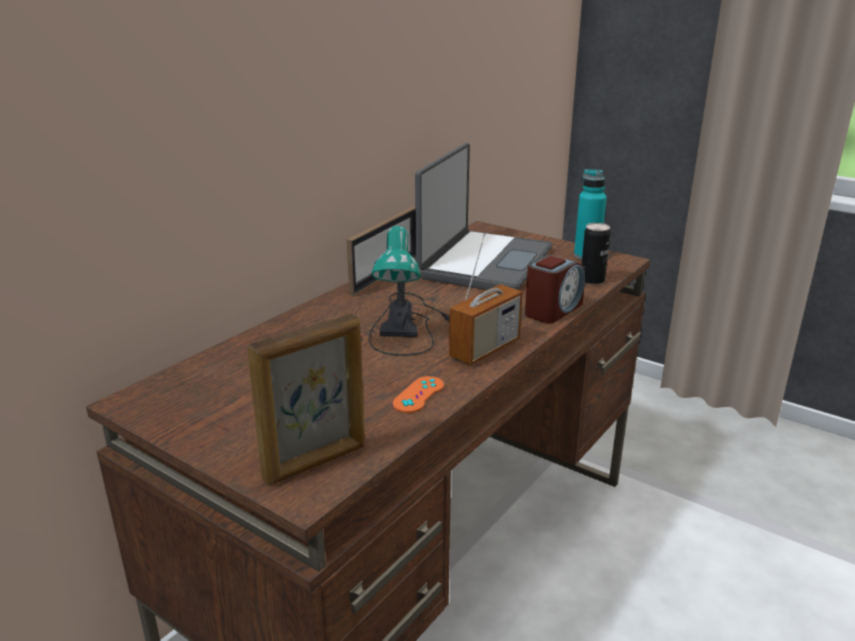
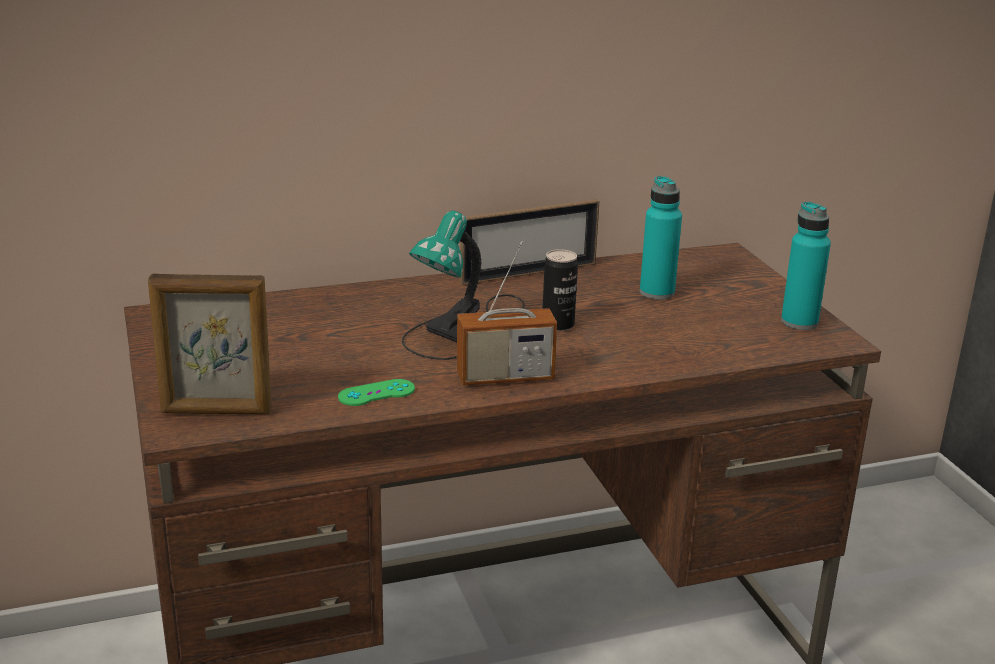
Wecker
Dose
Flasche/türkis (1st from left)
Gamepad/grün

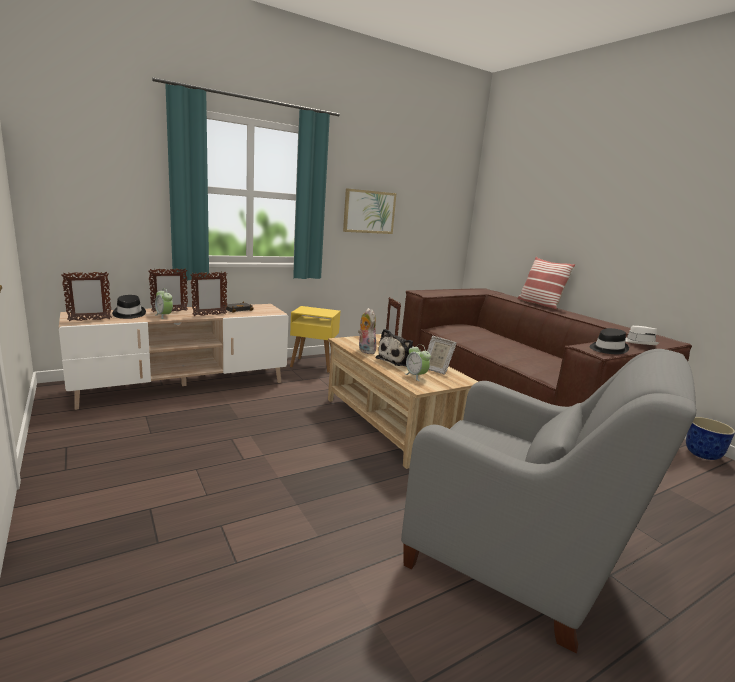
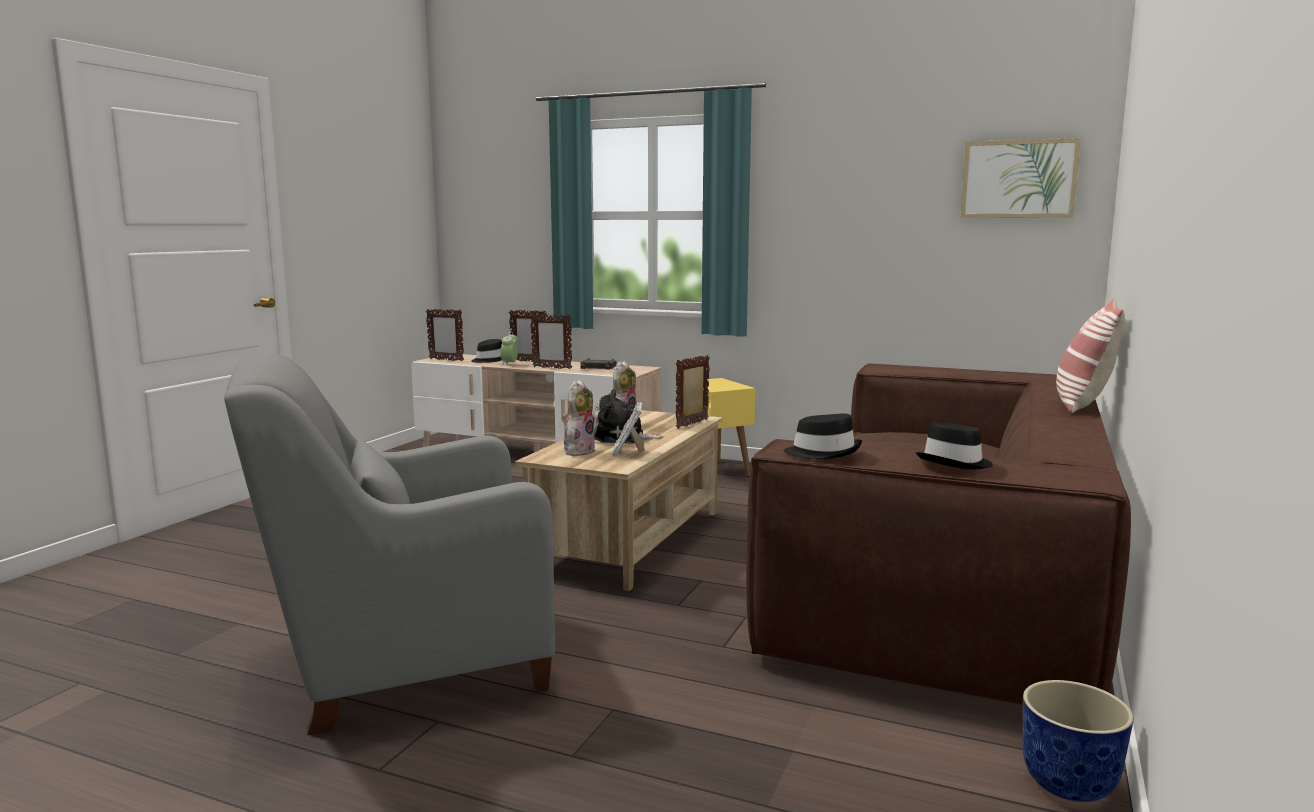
Bild
Plüschtier (1st from left)
Hut/schwarz (3rd from left)
Sessel/grau

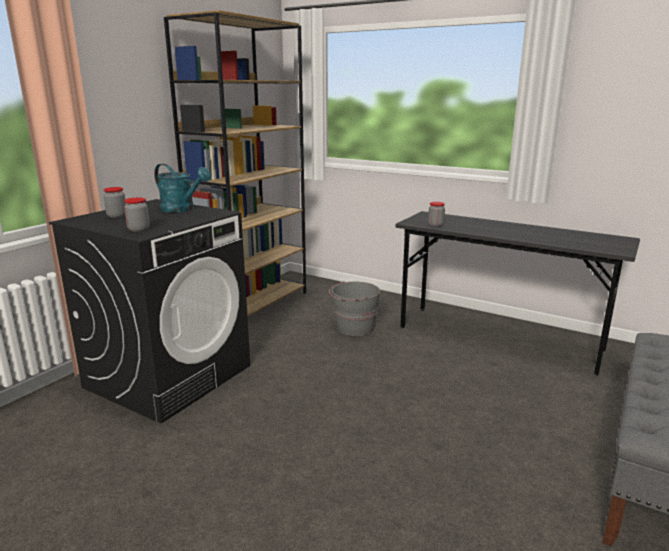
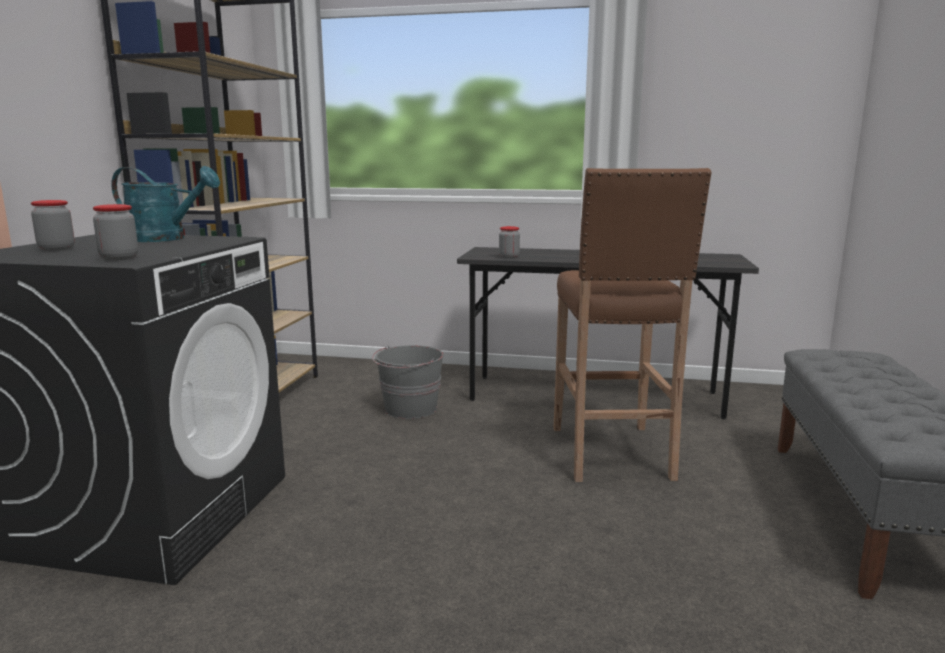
Hocker/braun

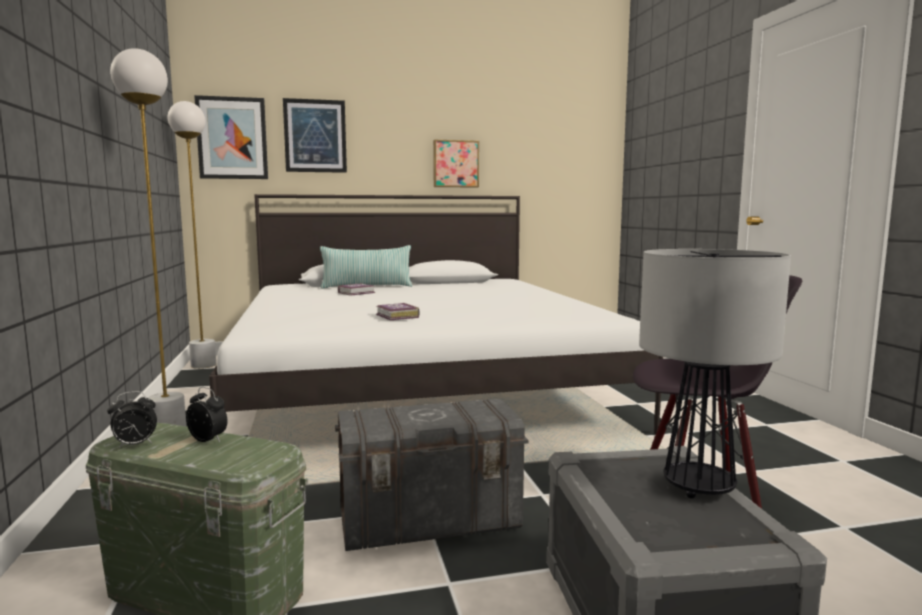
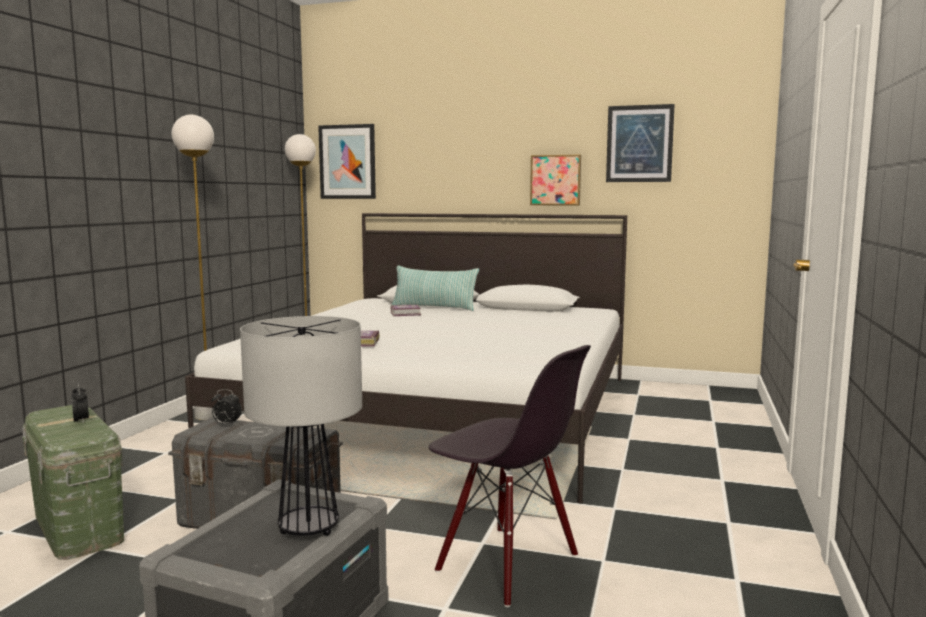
Wecker (2nd from left)
Bild (3rd from left)

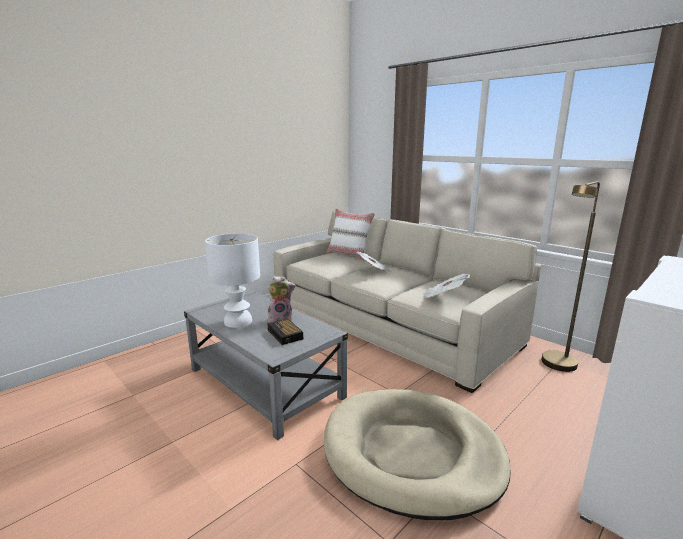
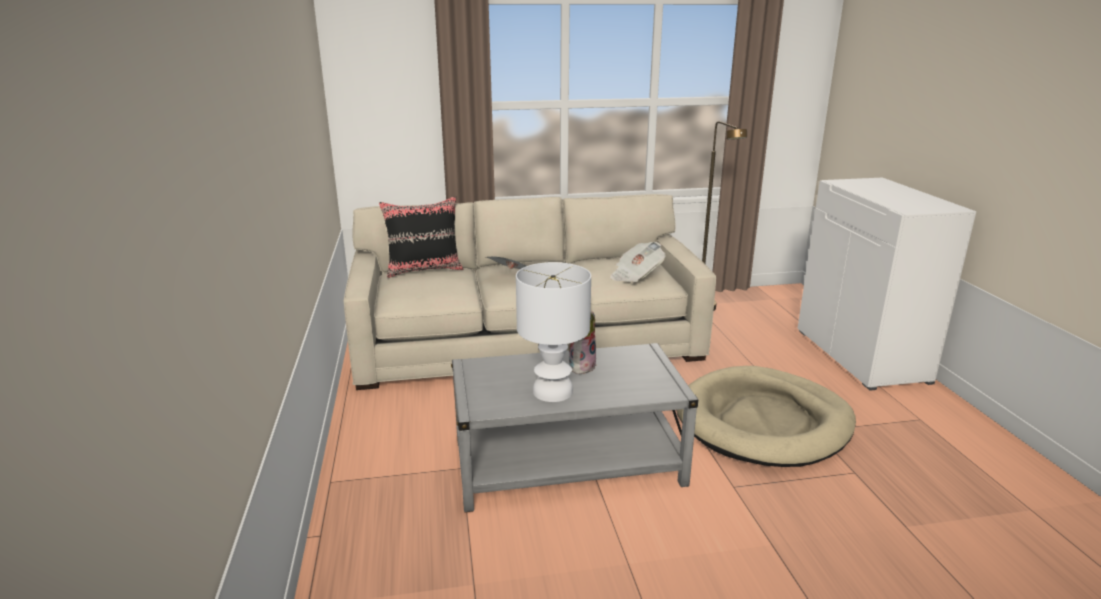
Wecker
Kissen/schwarz

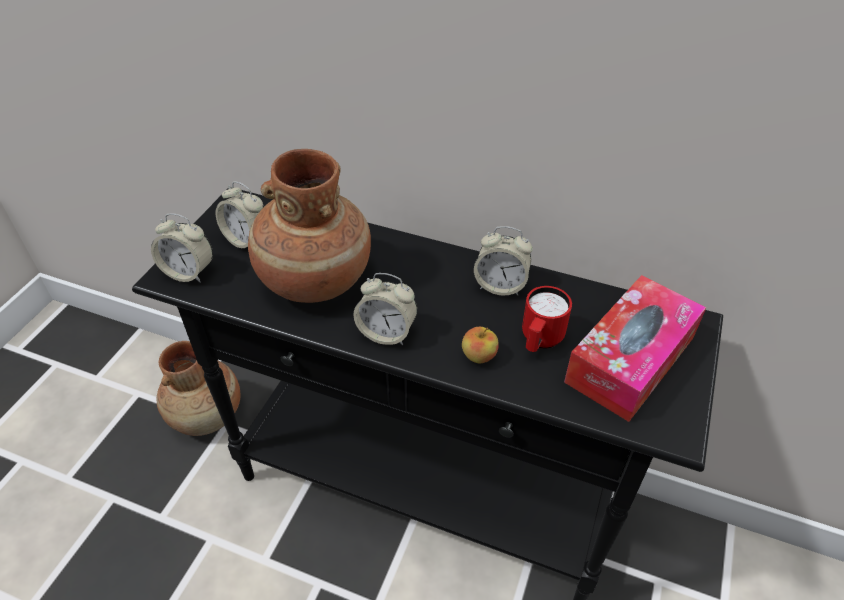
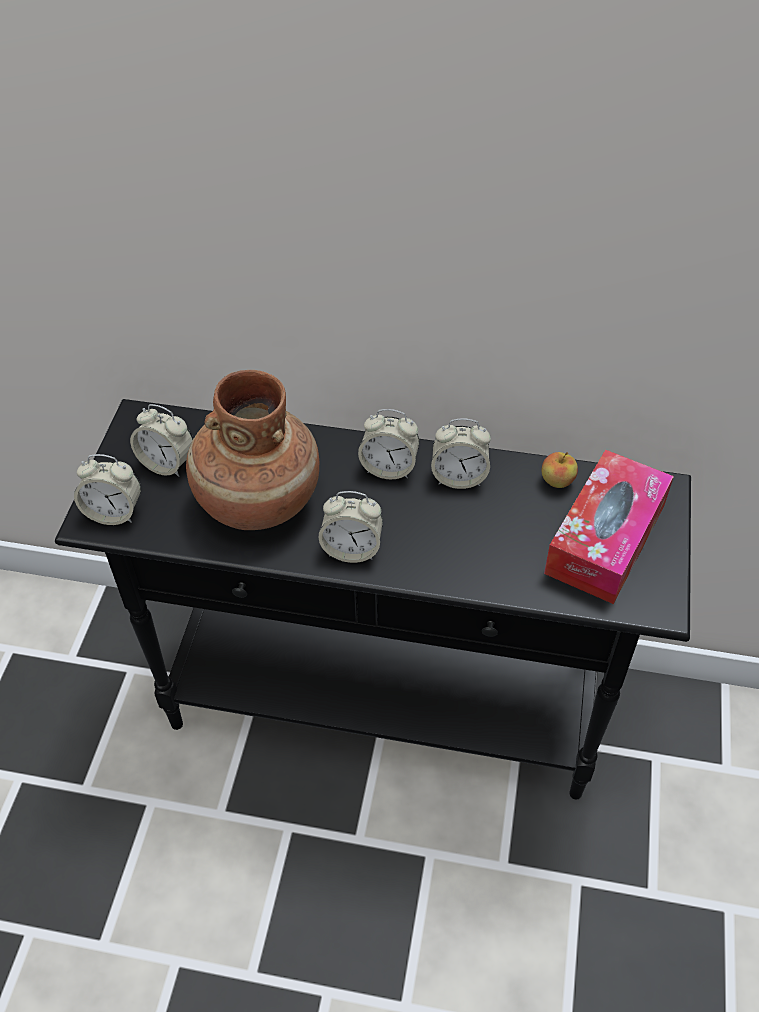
Vase/braun (1st from left in the first image)
Henkelbecher/rot
Wecker (4th from left)
Apfel

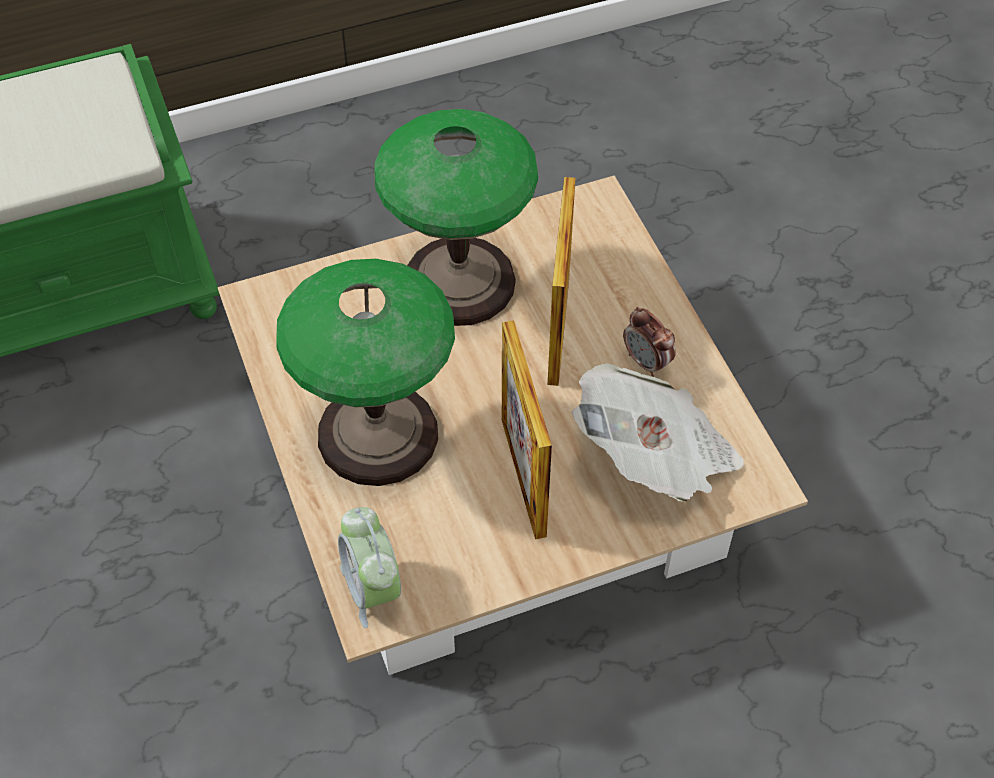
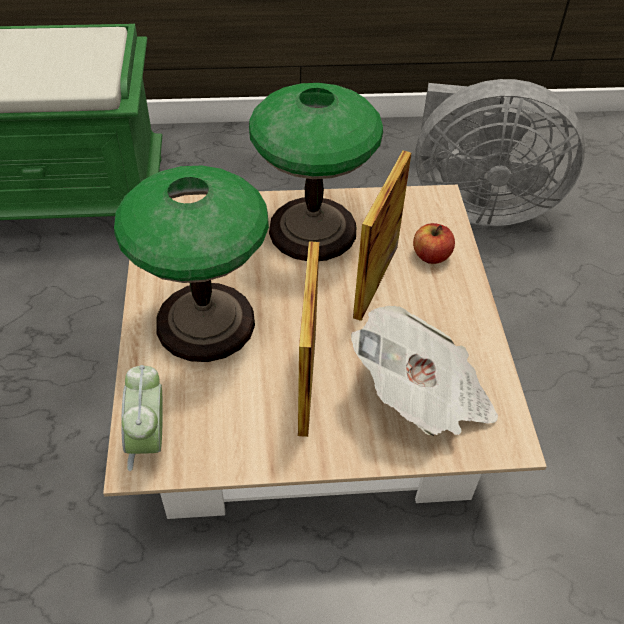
Wecker (2nd from left in the first image)
Apfel
Ventilator/grau

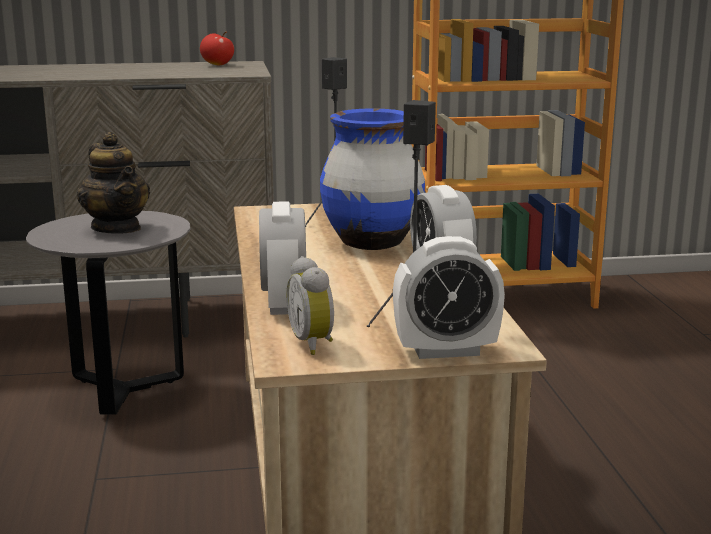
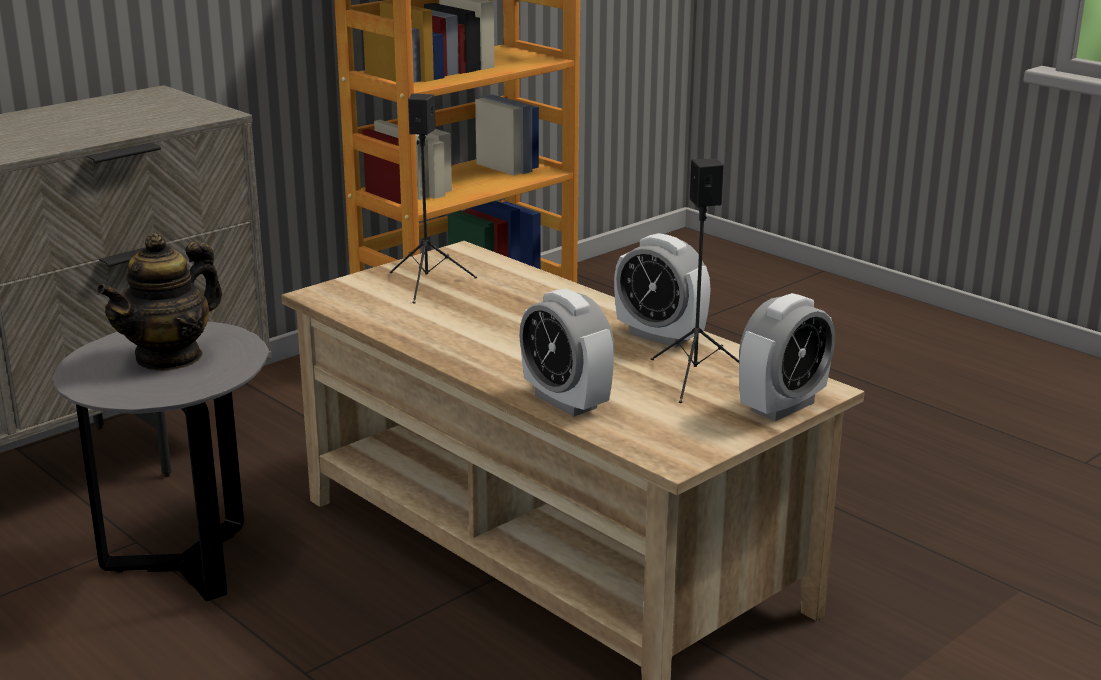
Apfel
Wecker (2nd from left in the first image)
Vase/blau
Teekanne

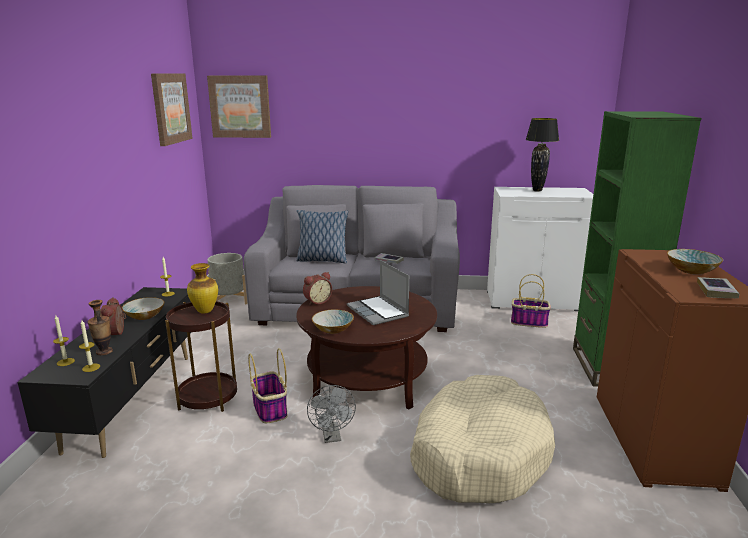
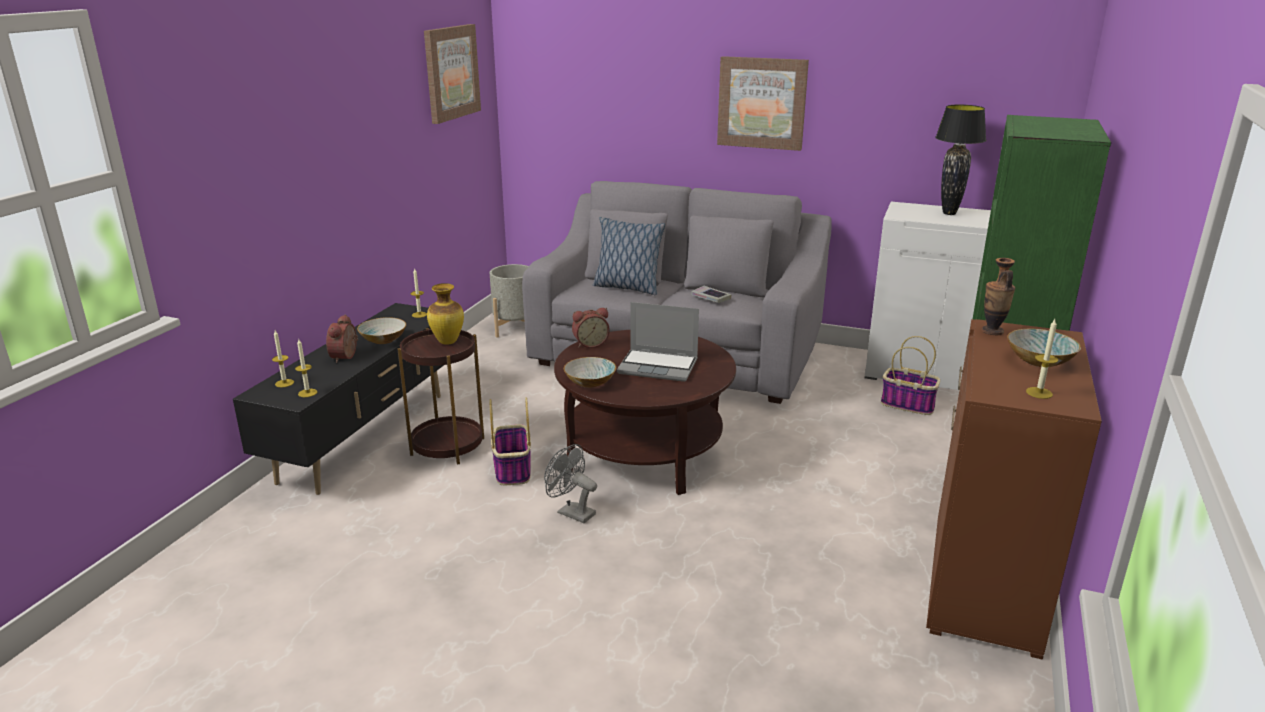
Hundebett/beige
Vase (2nd from left)
Bild (2nd from left)
Kerze (4th from left)
Ventilator/grau
Laptop

